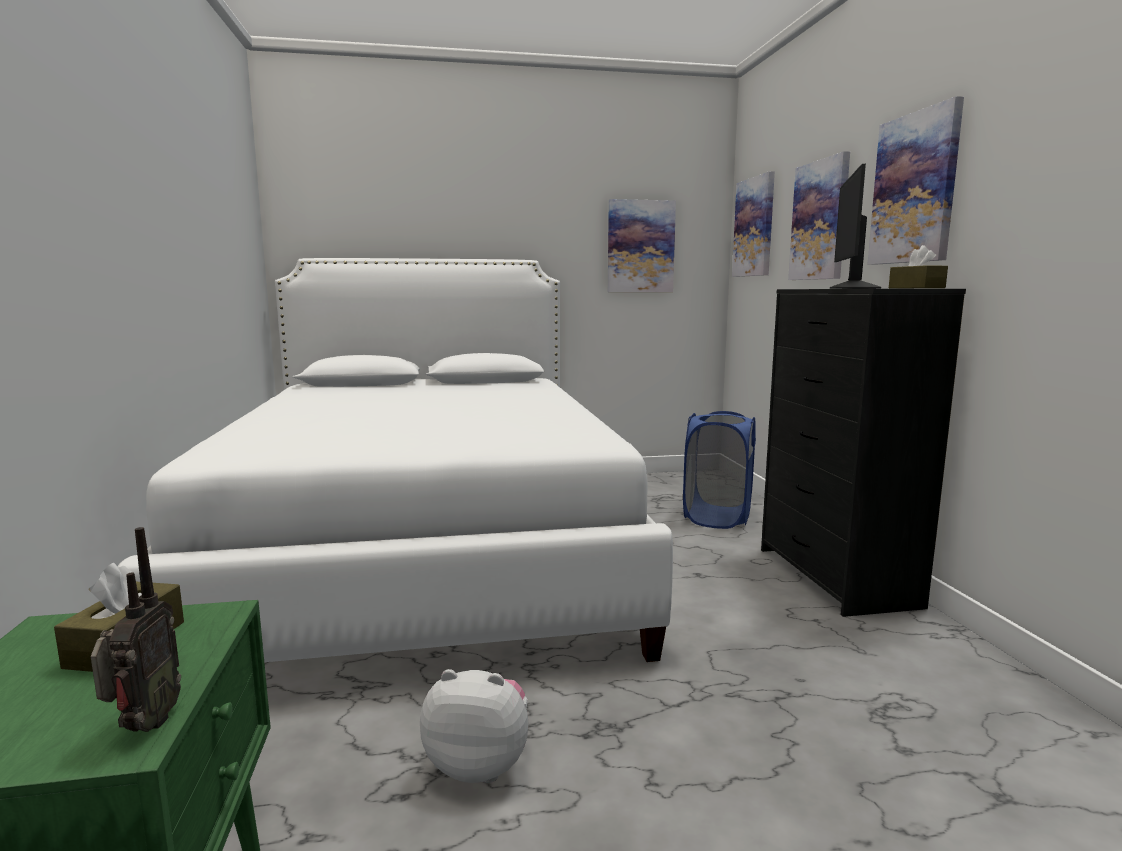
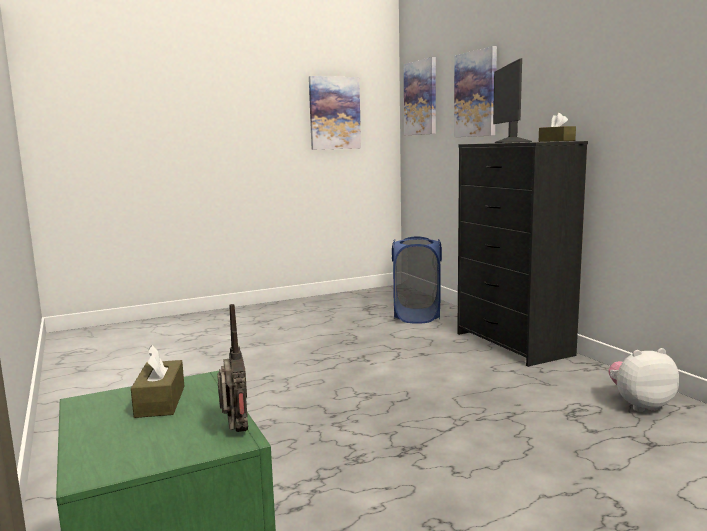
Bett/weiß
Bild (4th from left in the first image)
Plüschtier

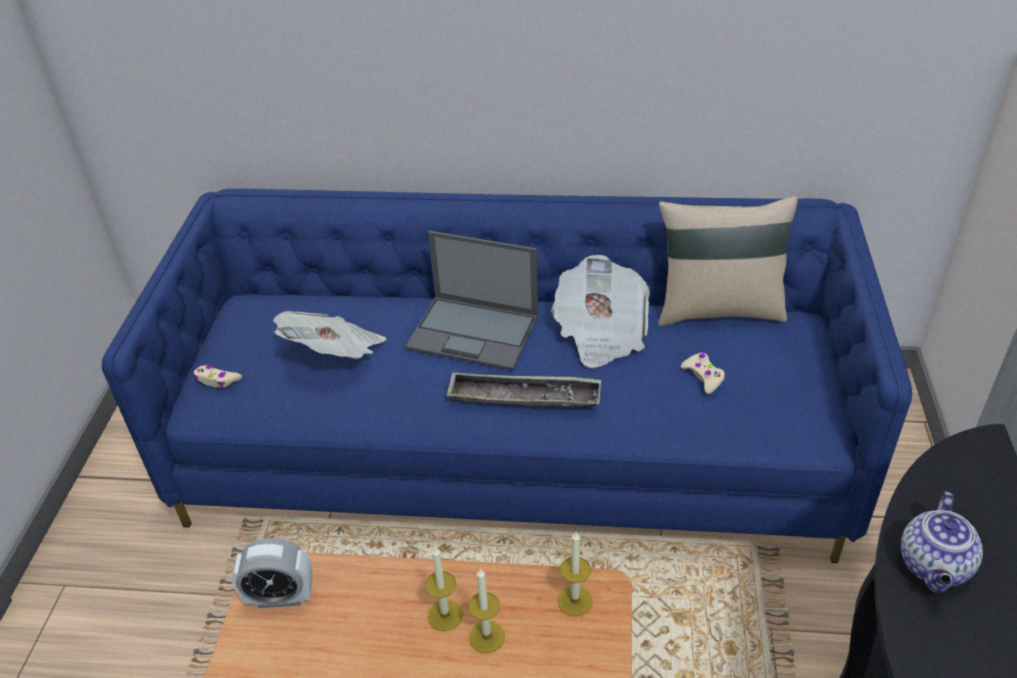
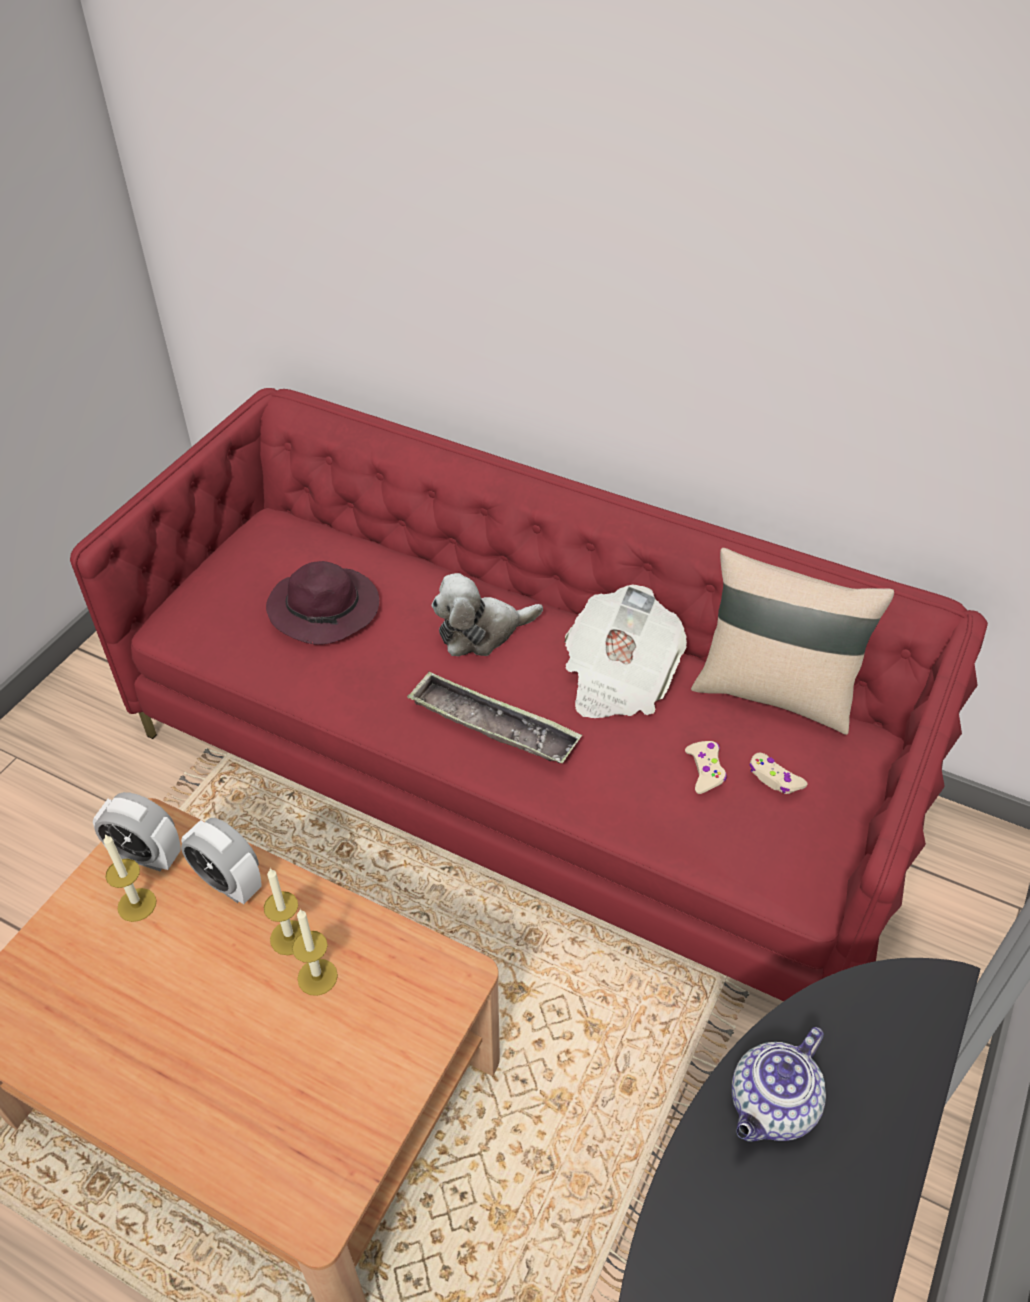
Wecker (2nd from left)
Gamepad/beige (2nd from left)
Kerze (1st from left)
Hut/lila
Plüschtier
Sofa/rot

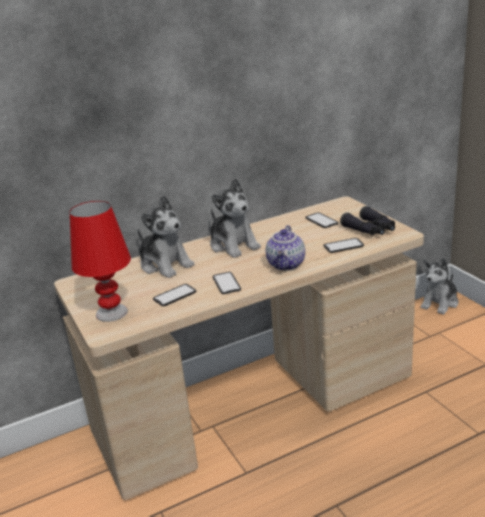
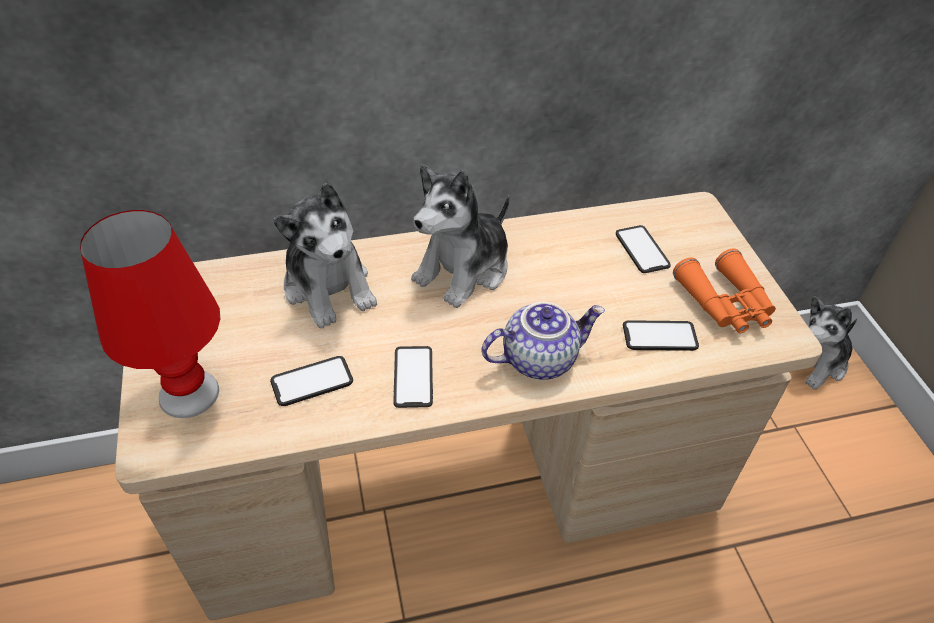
Fernglas/orange
Plüschtier (2nd from left)
Teekanne

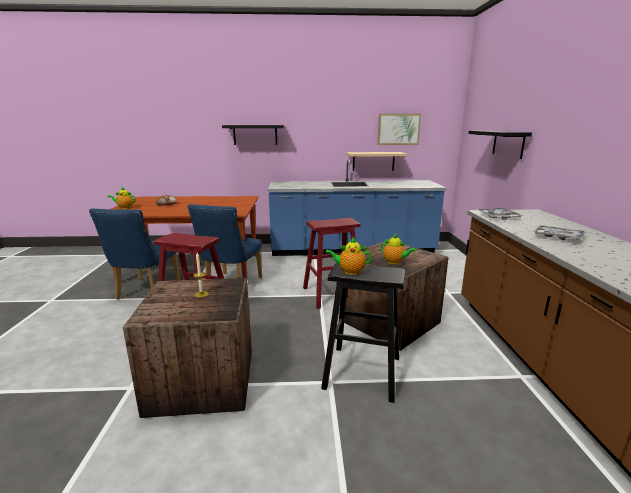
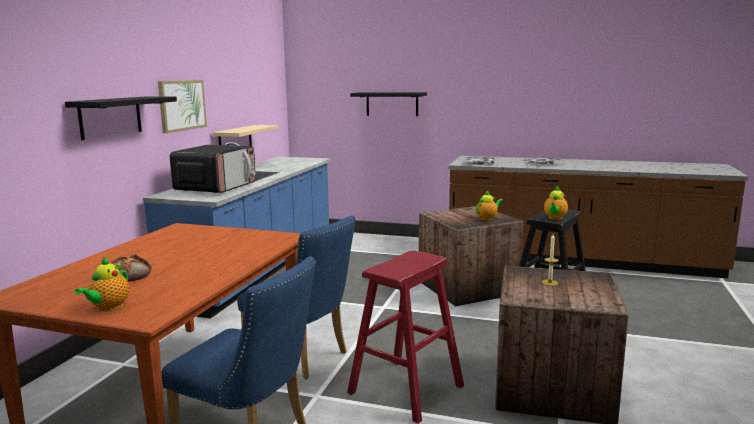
Hocker/rot (2nd from left in the first image)
Mikrowelle
Bild

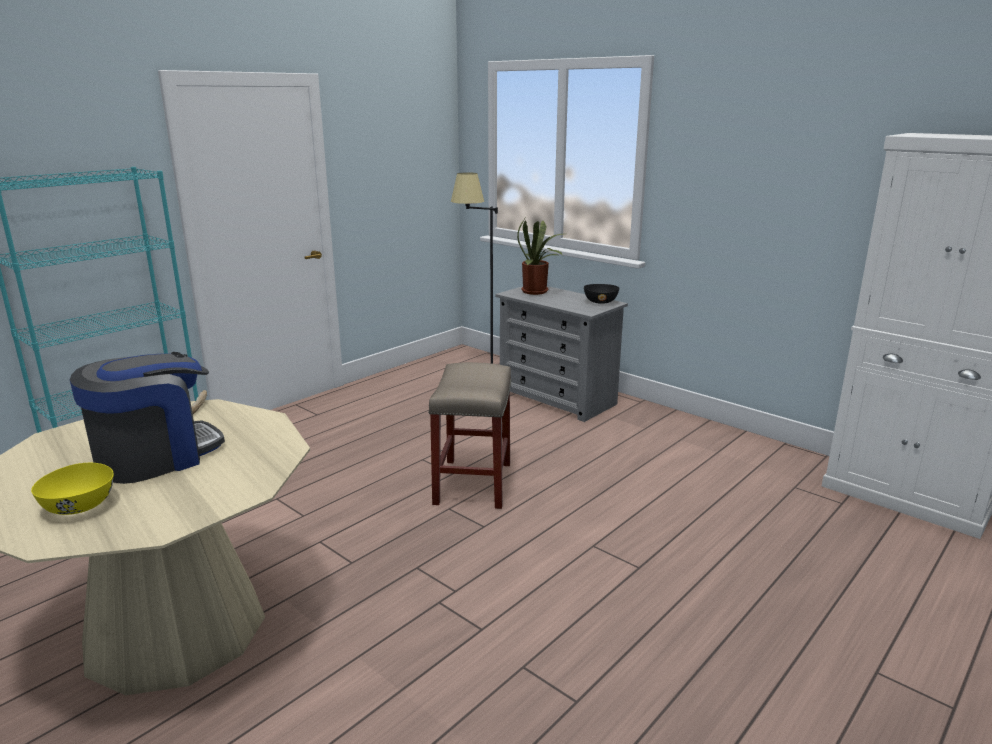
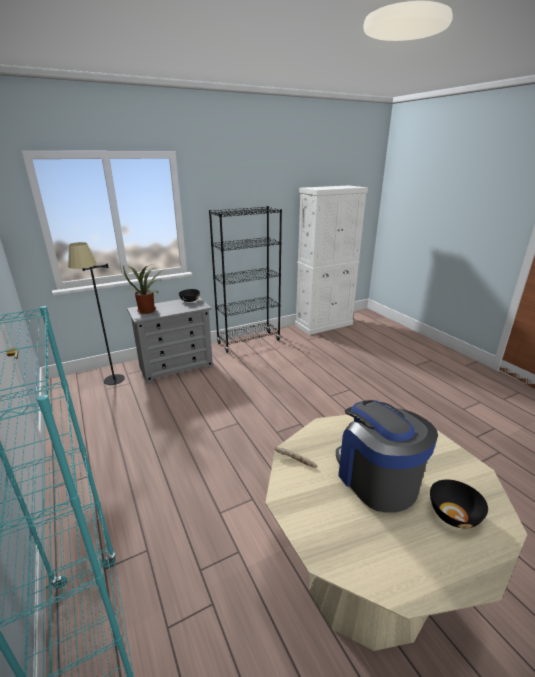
Hocker/beige
Bücherregal/schwarz
Schüssel/schwarz (2nd from left)

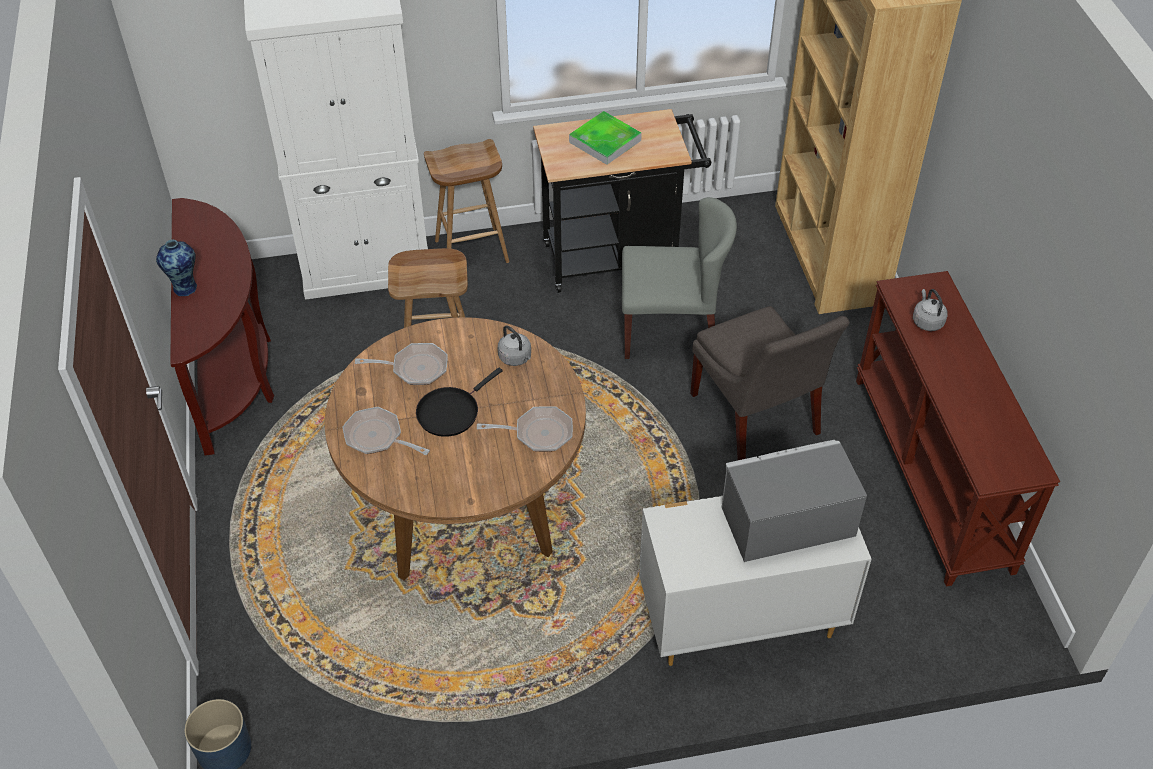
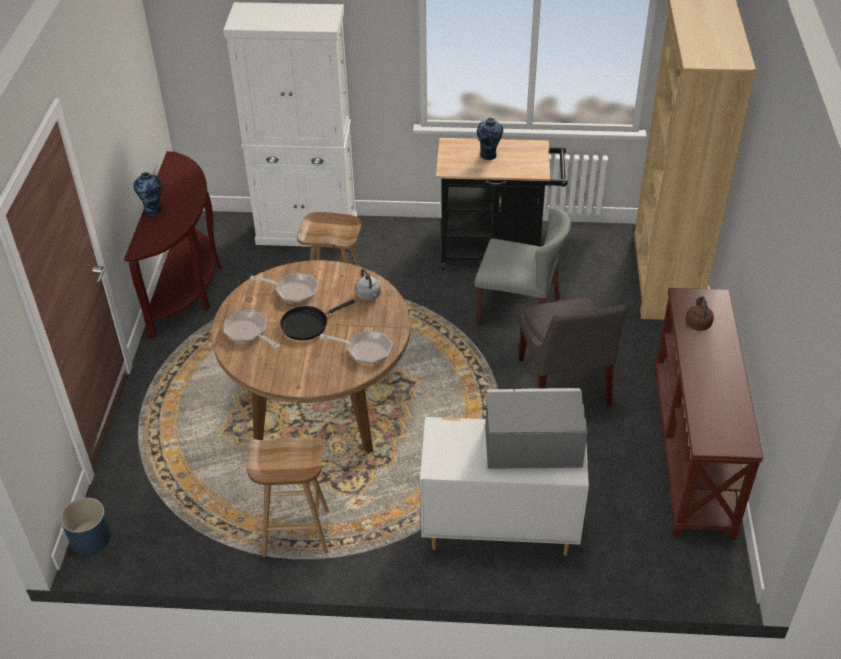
Hocker/braun (1st from left)
Vase (2nd from left)
Wasserkessel/braun

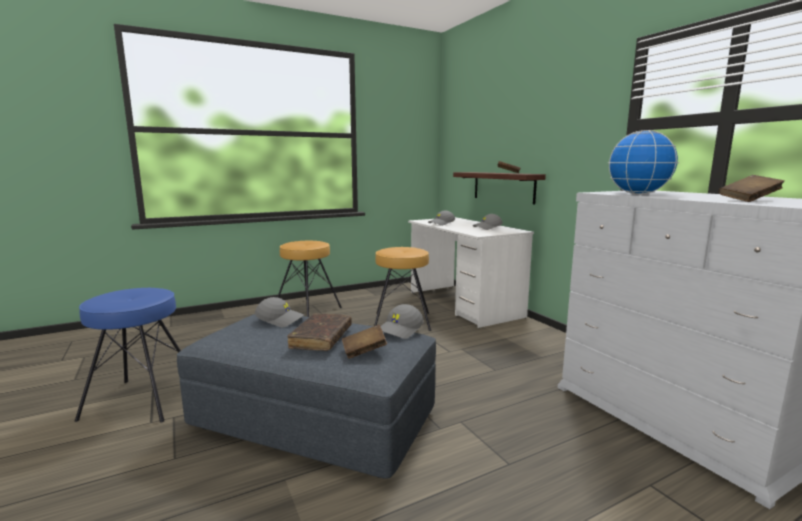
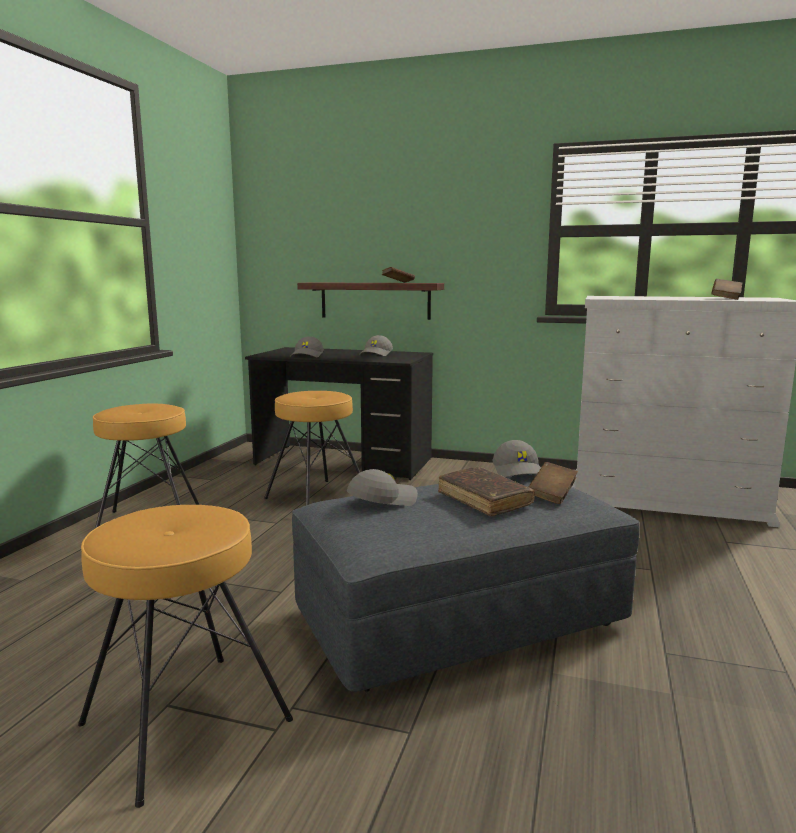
Globus
Hocker/braun (2nd from left)
Schreibtisch/schwarz

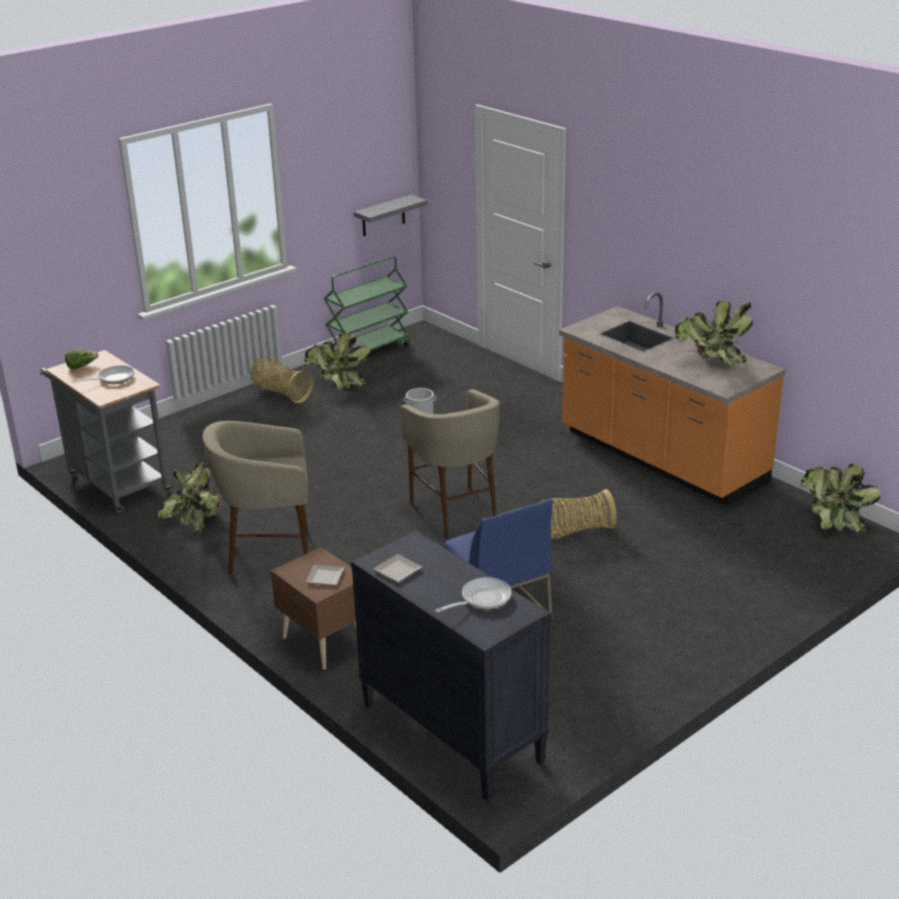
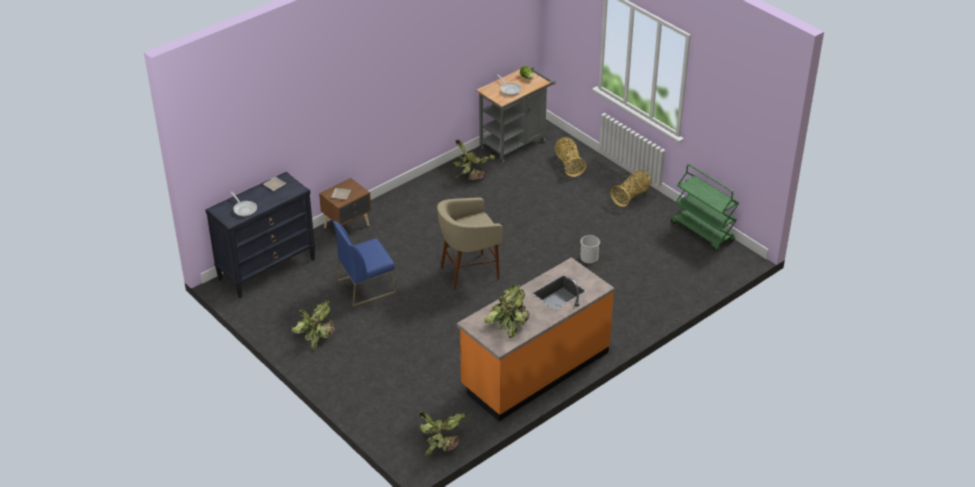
Hocker/beige (1st from left in the first image)
Wandregal/grau
Topfpflanze (1st from left)
Korb (1st from left)

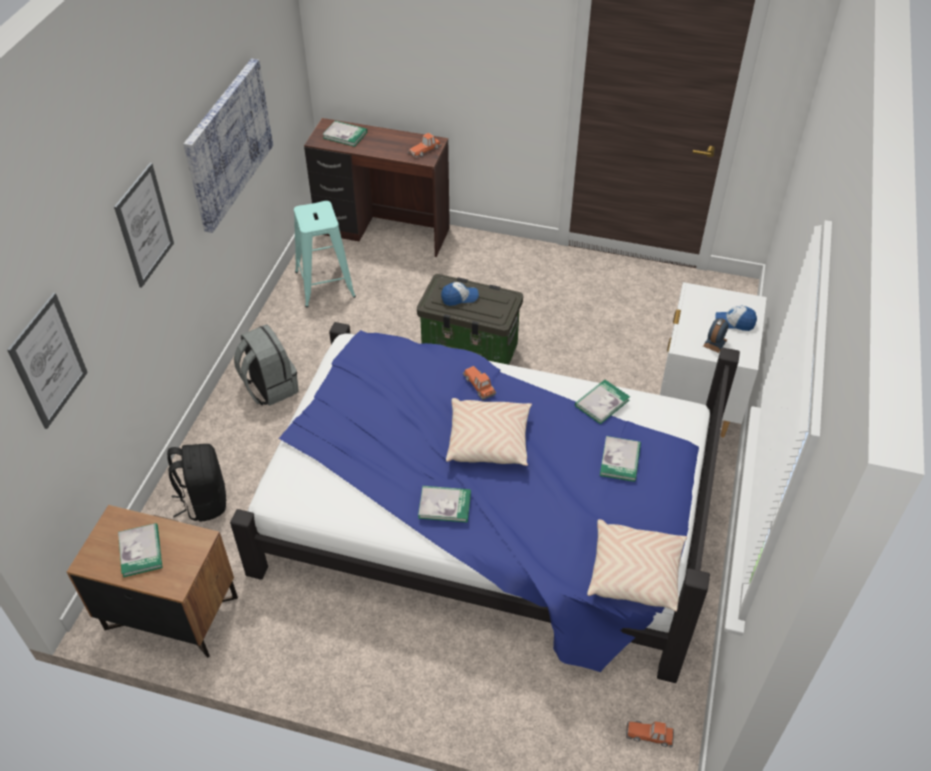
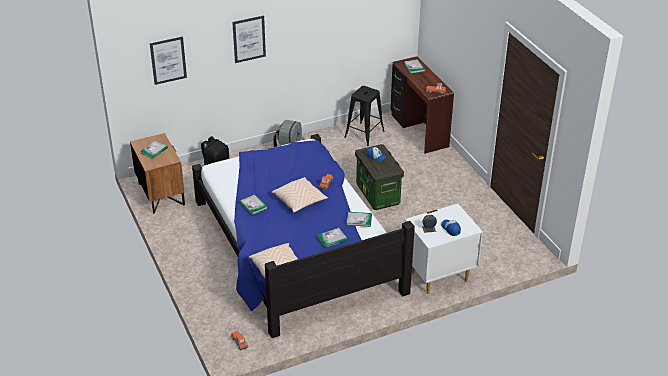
Bild (3rd from left in the first image)
Hocker/schwarz

